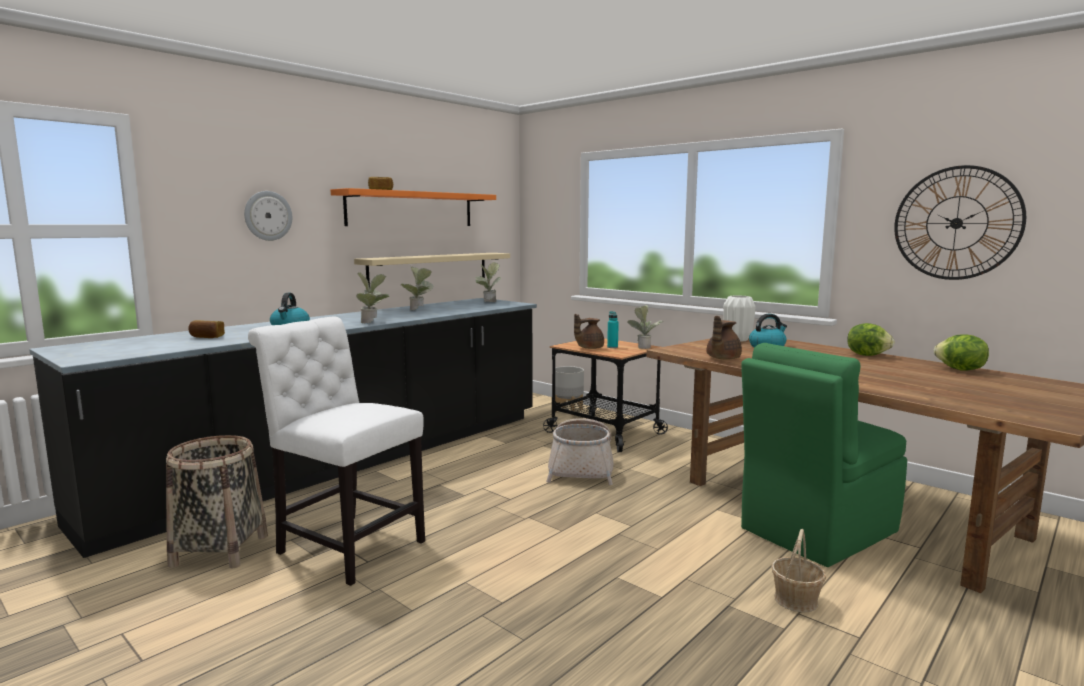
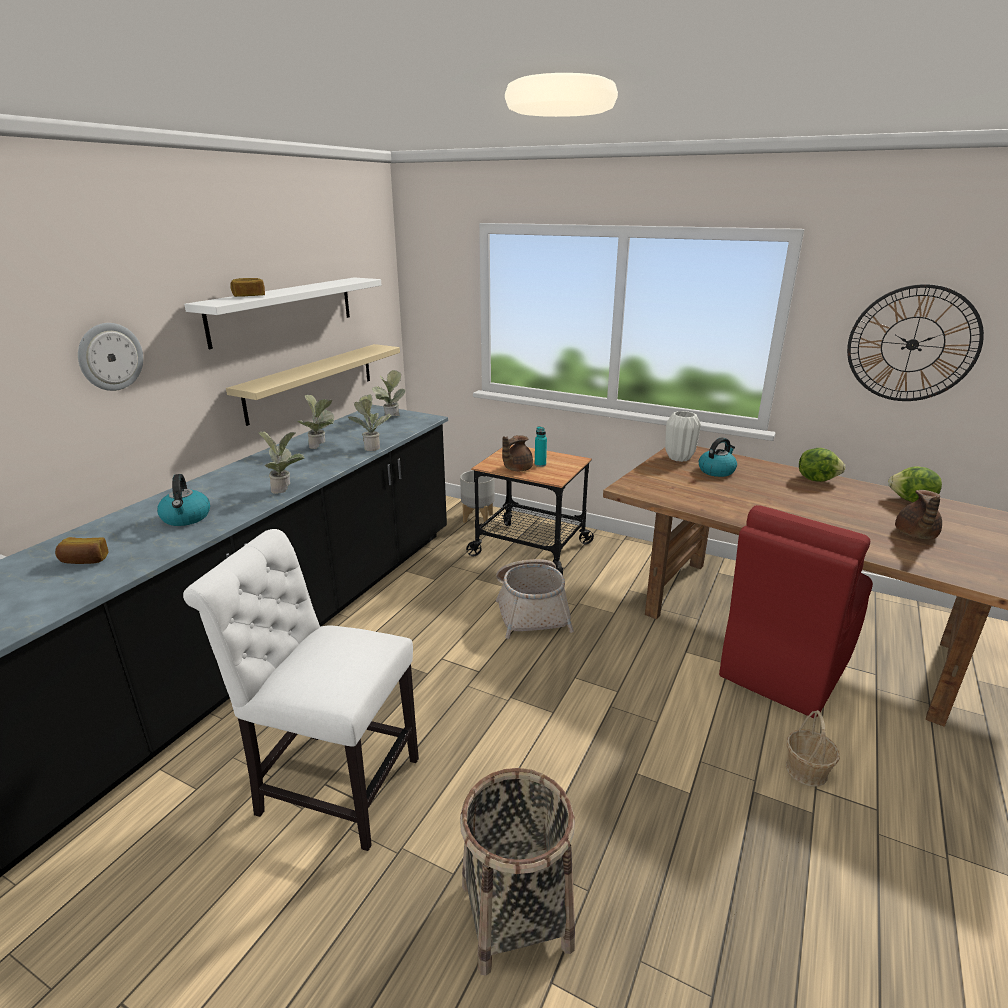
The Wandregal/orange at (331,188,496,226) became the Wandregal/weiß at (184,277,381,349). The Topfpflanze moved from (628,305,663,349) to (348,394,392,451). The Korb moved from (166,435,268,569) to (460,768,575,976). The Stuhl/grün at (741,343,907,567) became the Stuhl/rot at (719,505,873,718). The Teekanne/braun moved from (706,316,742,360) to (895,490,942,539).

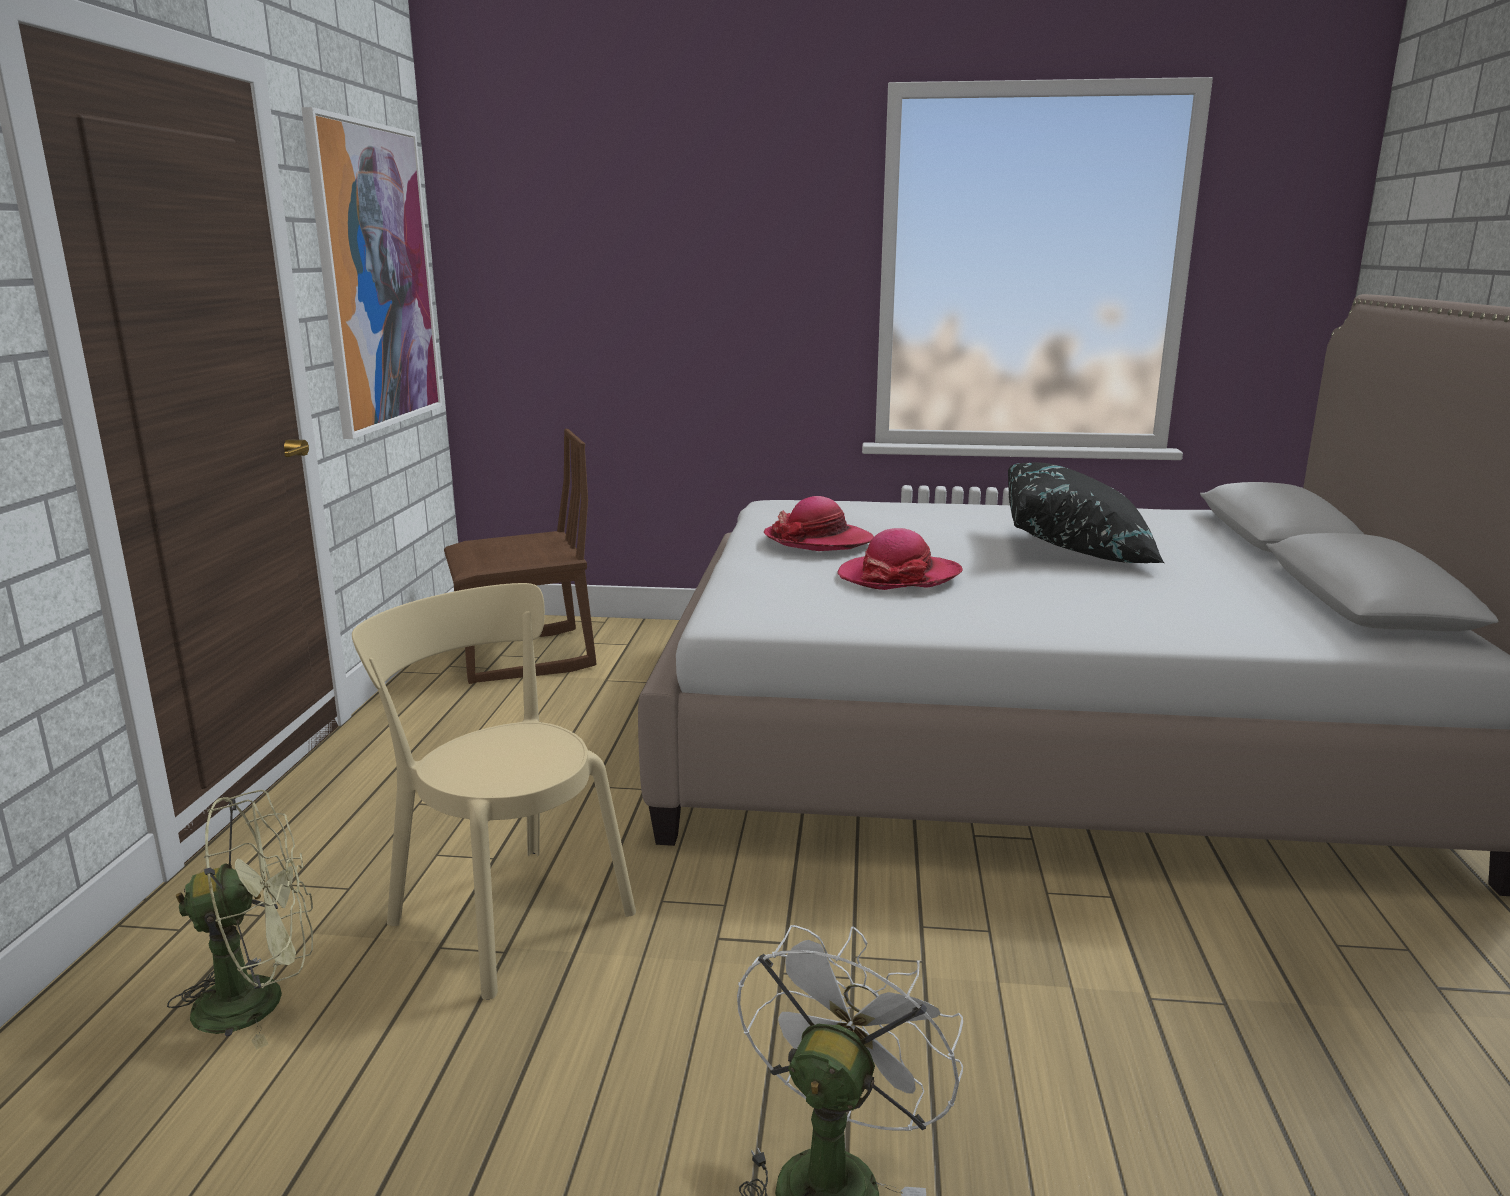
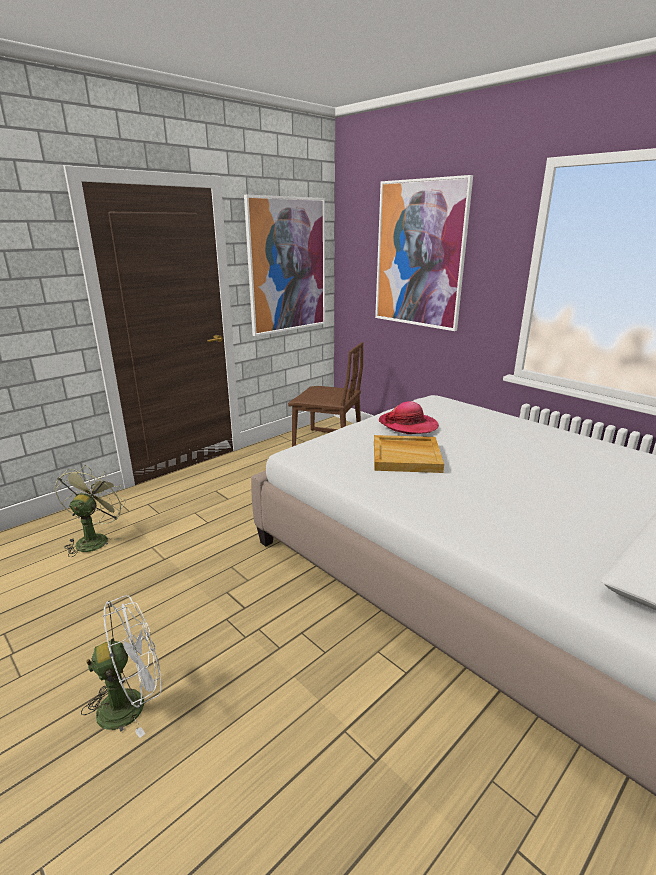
The Ventilator/grün at (167,790,313,1050) turned 105 degrees counterclockwise. The Hut at (837,528,963,590) was replaced by the Tablett/beige at (374,435,444,473). The Bild at (375,175,473,331) appeared. The Stuhl/beige at (352,583,636,1000) disappeared. The Kissen/schwarz at (1008,462,1164,563) disappeared.

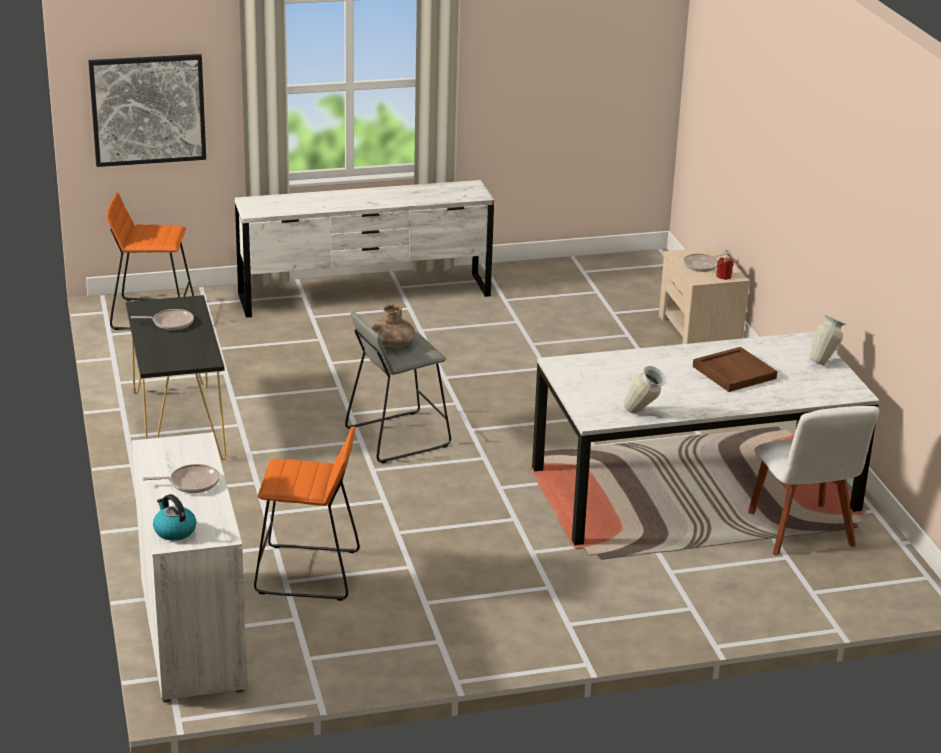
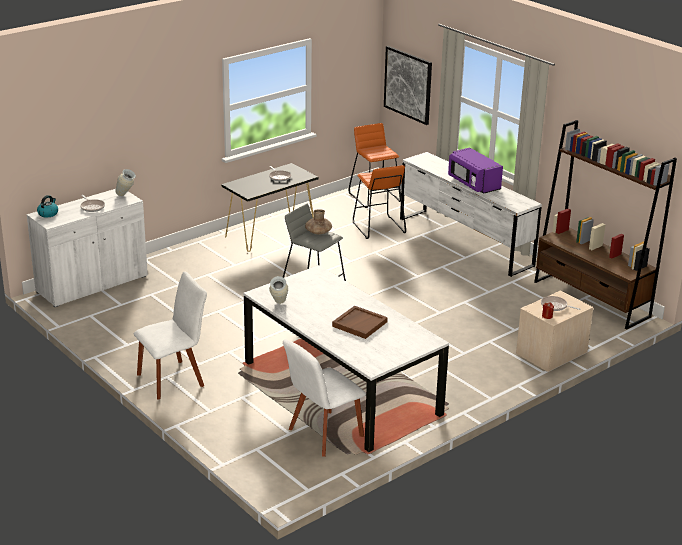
The Vase moved from (810,315,847,365) to (115,169,136,196). The Stuhl/weiß at (133,272,207,400) appeared. The Hocker/orange moved from (254,426,360,601) to (353,165,406,239). The Mikrowelle/lila at (448,148,503,193) appeared. The Bücherregal/braun at (534,120,677,330) appeared.

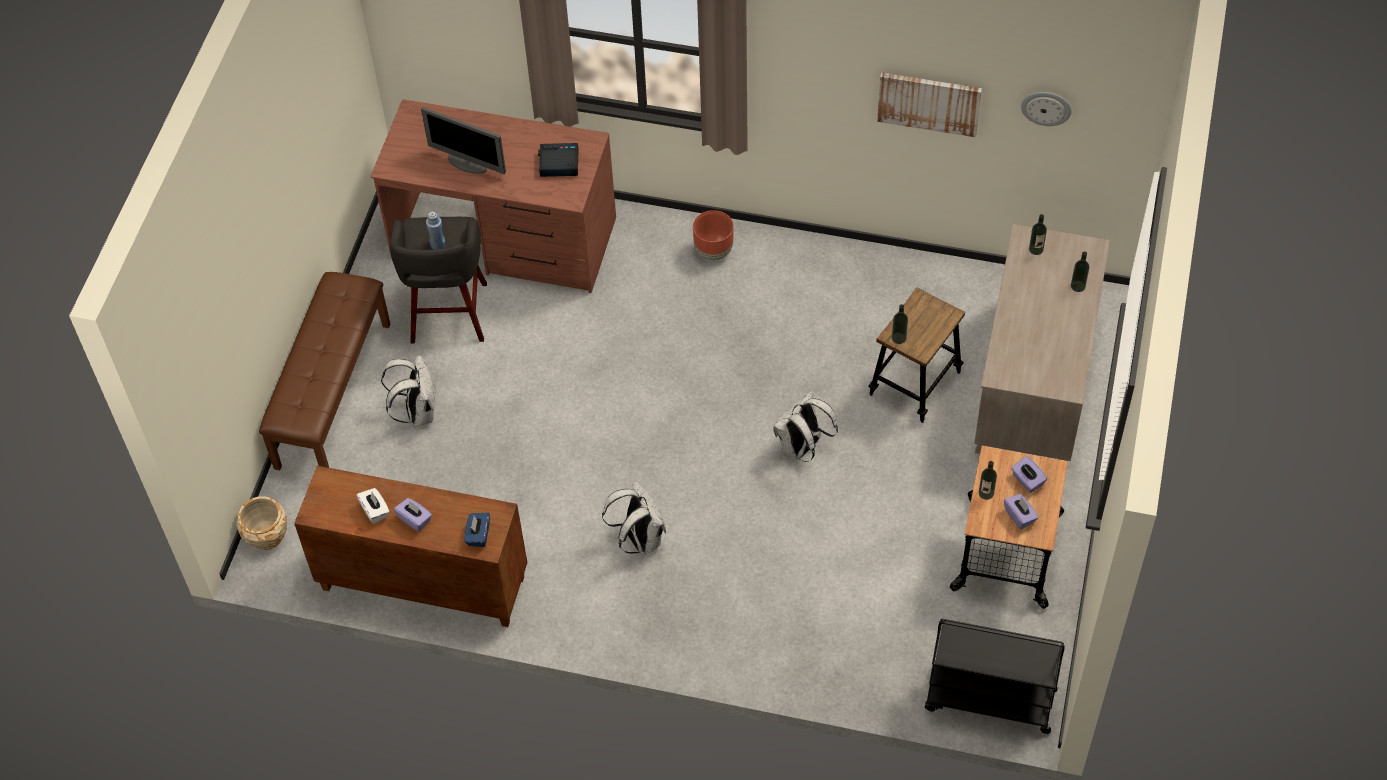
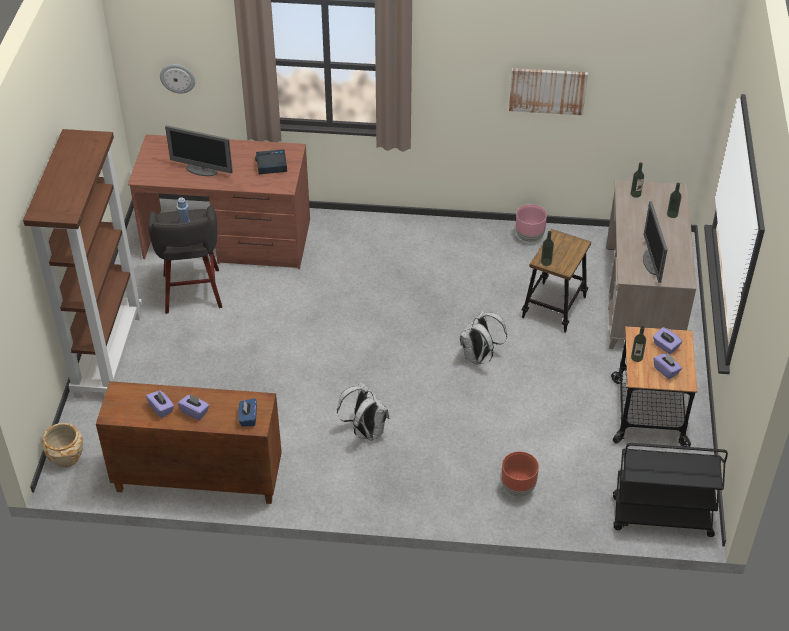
The Bank/braun at (259,272,390,470) was replaced by the Bücherregal/braun at (23,129,142,398). The Taschentuchbox/weiß at (356,488,390,524) became the Taschentuchbox/lila at (146,390,174,418). The Wanduhr moved from (1021,92,1071,126) to (160,64,195,94). The Pflanzkübel/braun moved from (693,210,734,261) to (501,452,539,497). The Pflanzkübel/rosa at (516,204,547,242) appeared. The Monitor at (643,201,668,283) appeared. The Rucksack/weiß at (381,355,436,427) disappeared.

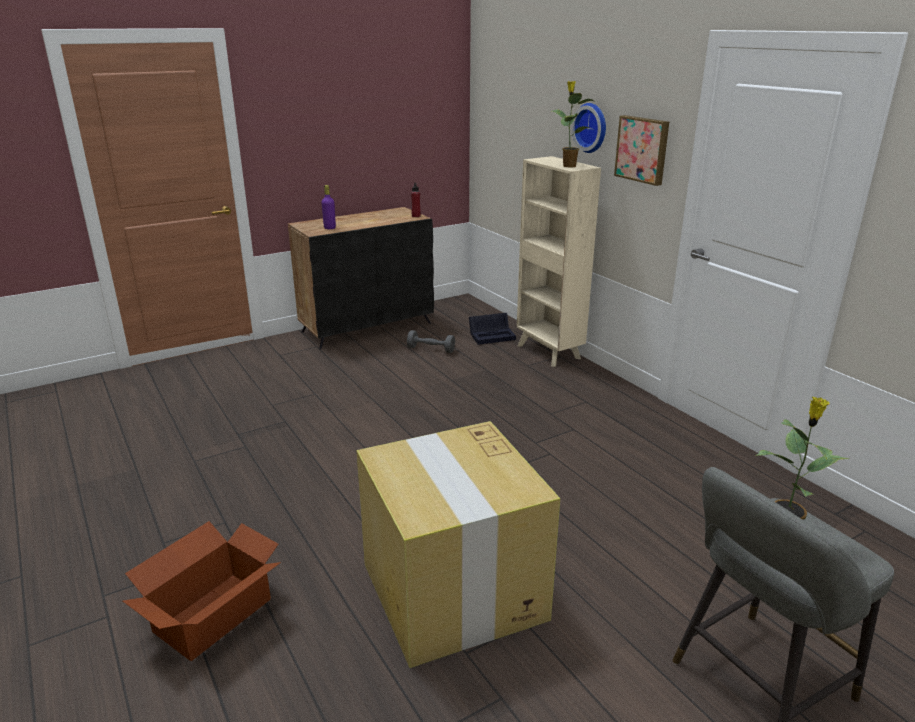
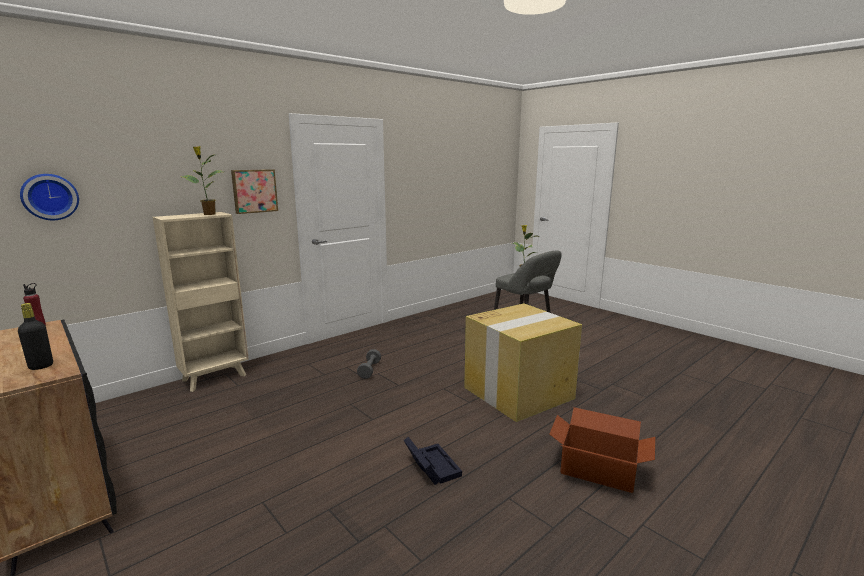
The Flasche/lila at (321,185,336,229) became the Flasche/schwarz at (18,303,53,370). The Wanduhr moved from (572,103,606,153) to (20,174,79,220). The Hantel/grau moved from (407,330,455,353) to (357,349,381,379). The Aufbewahrungsbox/schwarz moved from (469,313,516,345) to (404,437,462,485).

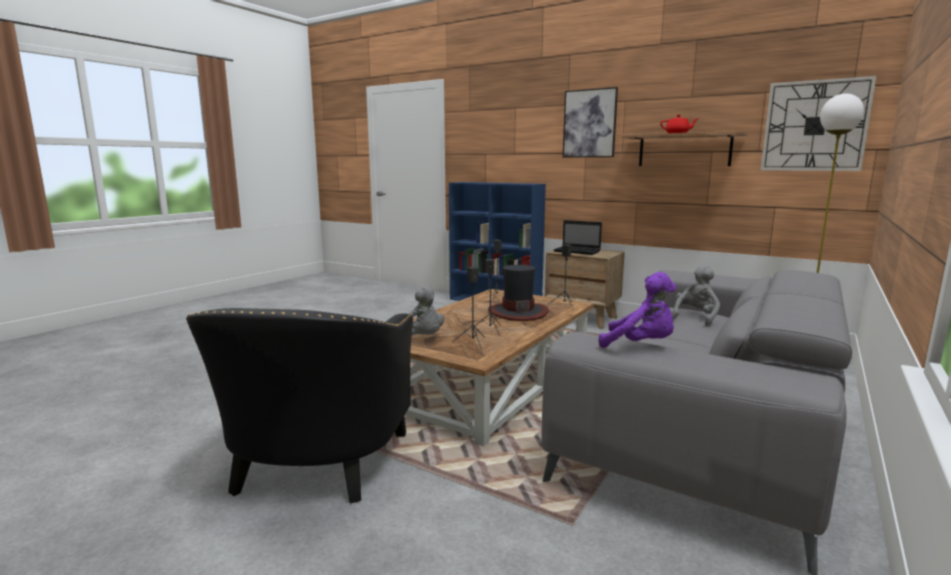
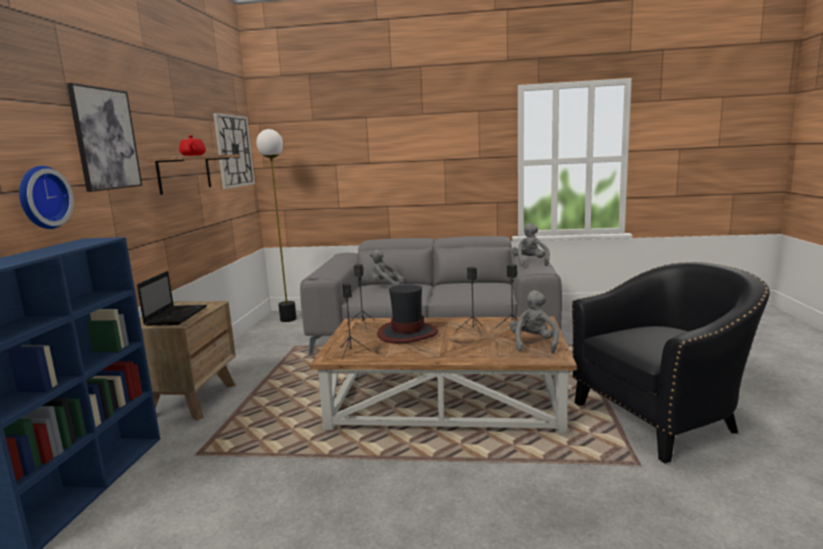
The Wanduhr at (19,166,74,229) appeared. The Plüschtier/lila at (599,272,677,348) became the Plüschtier/grau at (512,223,550,266).

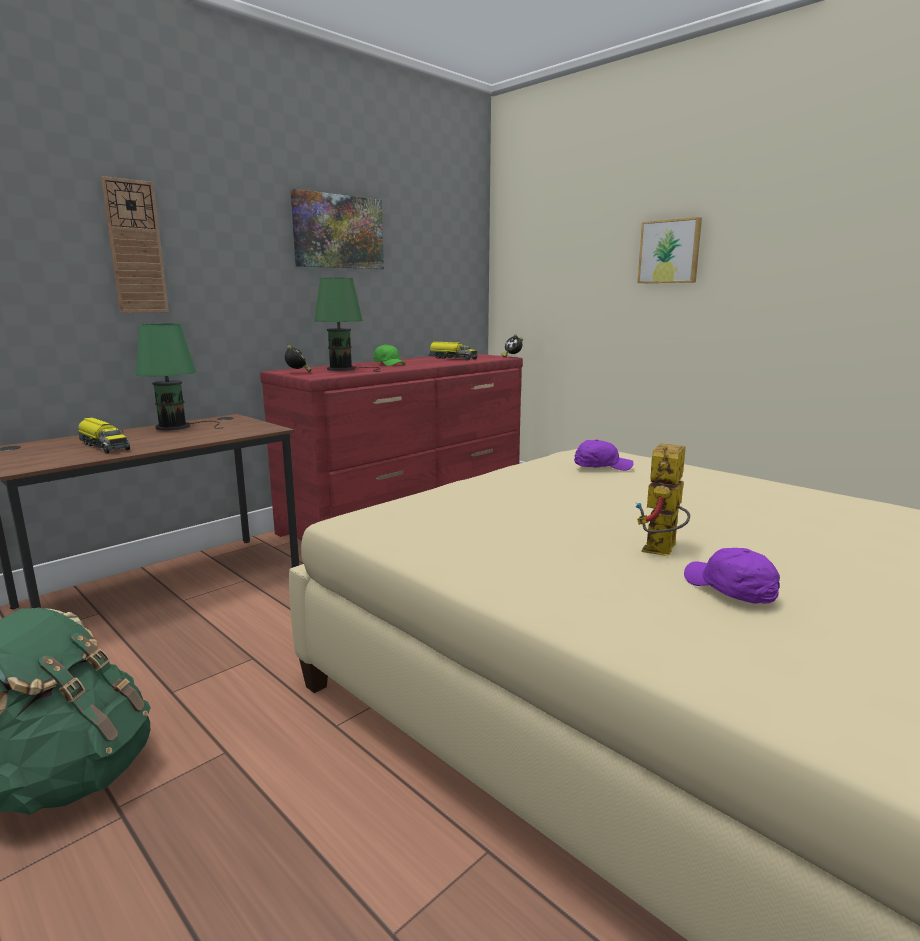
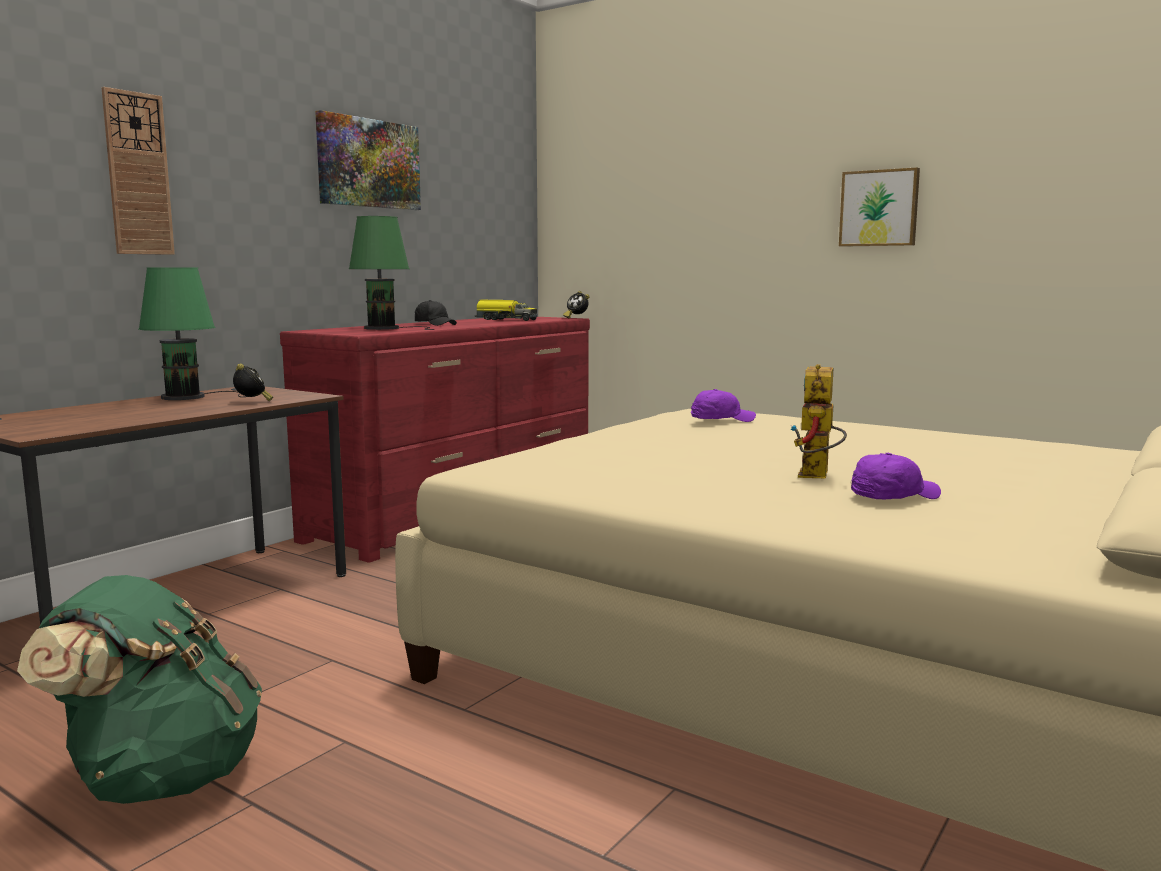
The Wecker moved from (285,345,311,372) to (233,363,273,401). The Kappe/grün at (374,344,405,366) became the Kappe/schwarz at (415,300,457,326). The Bild moved from (638,217,702,283) to (839,167,920,246). The Kappe/lila at (684,548,780,604) turned 105 degrees clockwise. The Spielzeuglaster at (78,417,130,454) disappeared.

